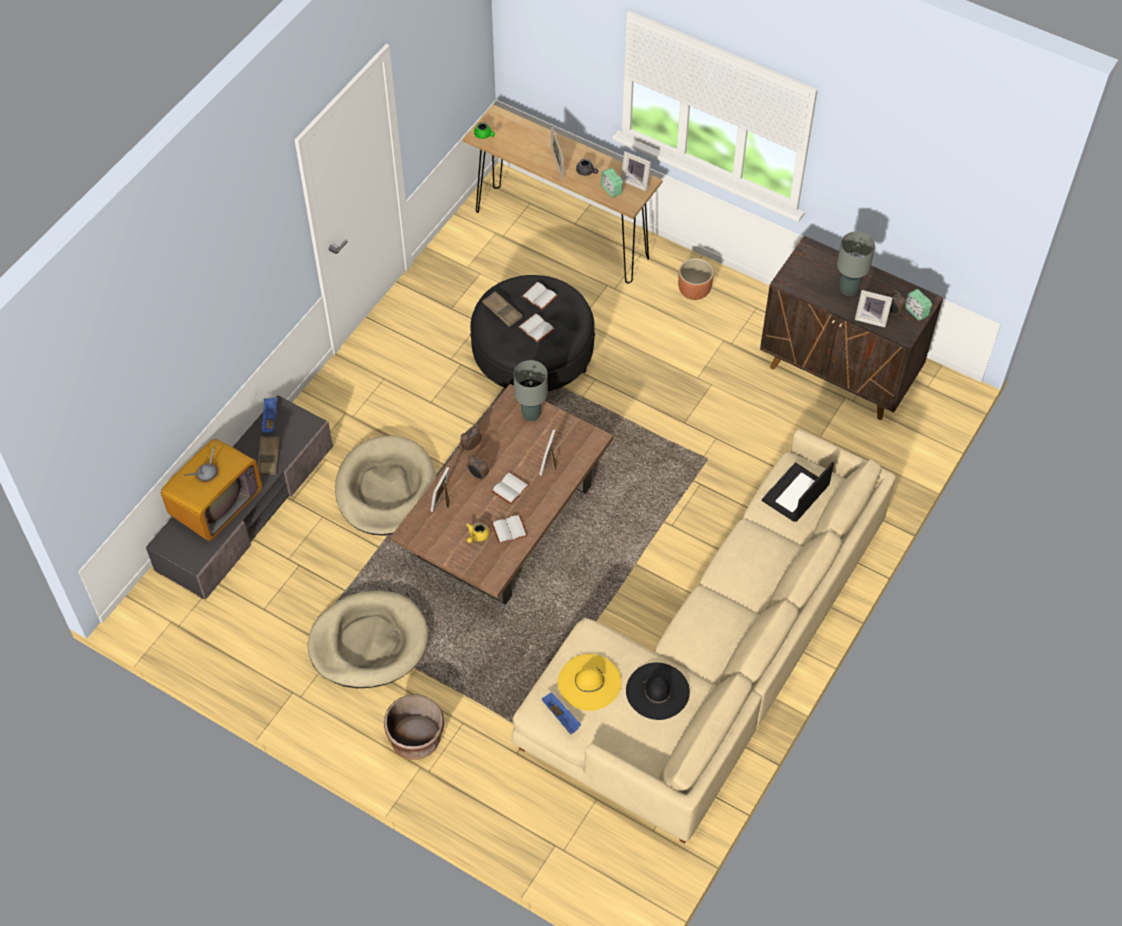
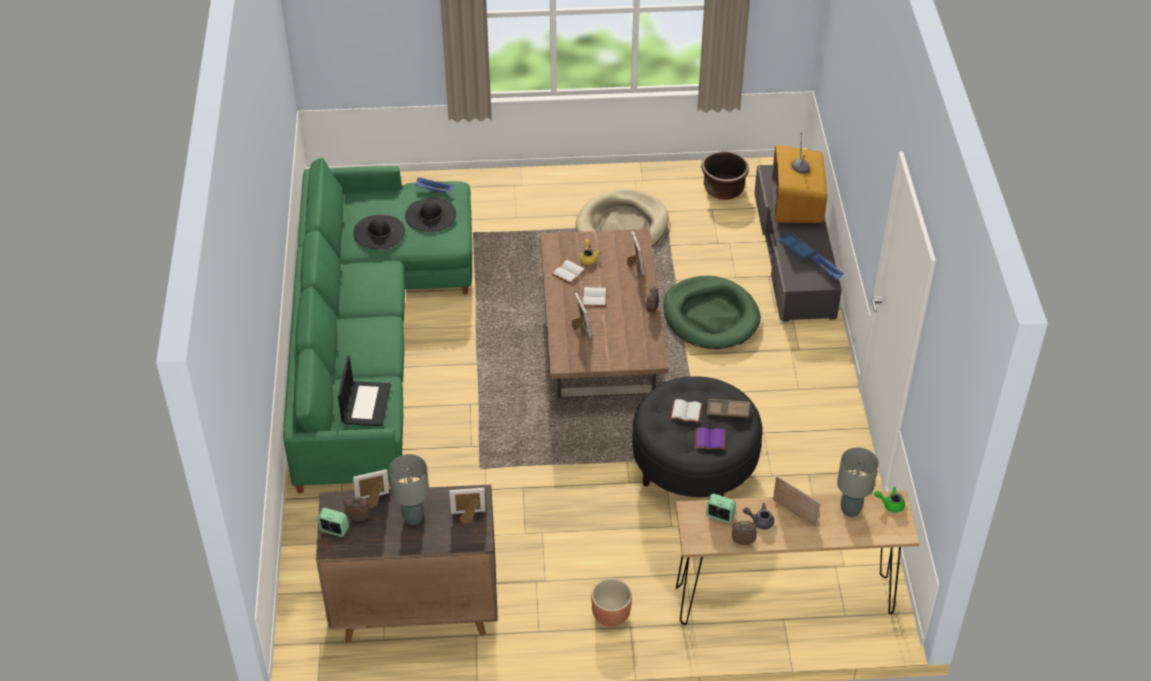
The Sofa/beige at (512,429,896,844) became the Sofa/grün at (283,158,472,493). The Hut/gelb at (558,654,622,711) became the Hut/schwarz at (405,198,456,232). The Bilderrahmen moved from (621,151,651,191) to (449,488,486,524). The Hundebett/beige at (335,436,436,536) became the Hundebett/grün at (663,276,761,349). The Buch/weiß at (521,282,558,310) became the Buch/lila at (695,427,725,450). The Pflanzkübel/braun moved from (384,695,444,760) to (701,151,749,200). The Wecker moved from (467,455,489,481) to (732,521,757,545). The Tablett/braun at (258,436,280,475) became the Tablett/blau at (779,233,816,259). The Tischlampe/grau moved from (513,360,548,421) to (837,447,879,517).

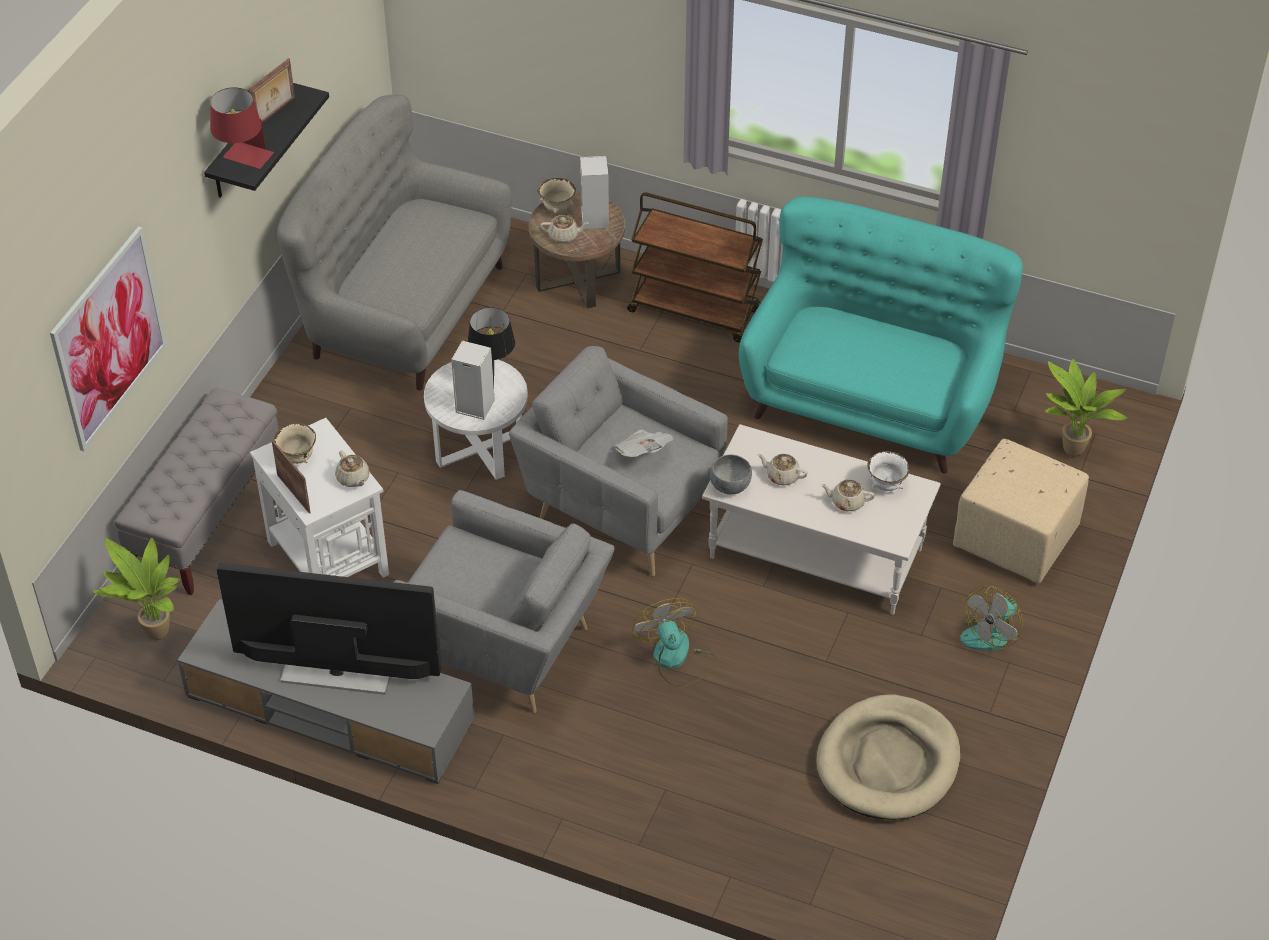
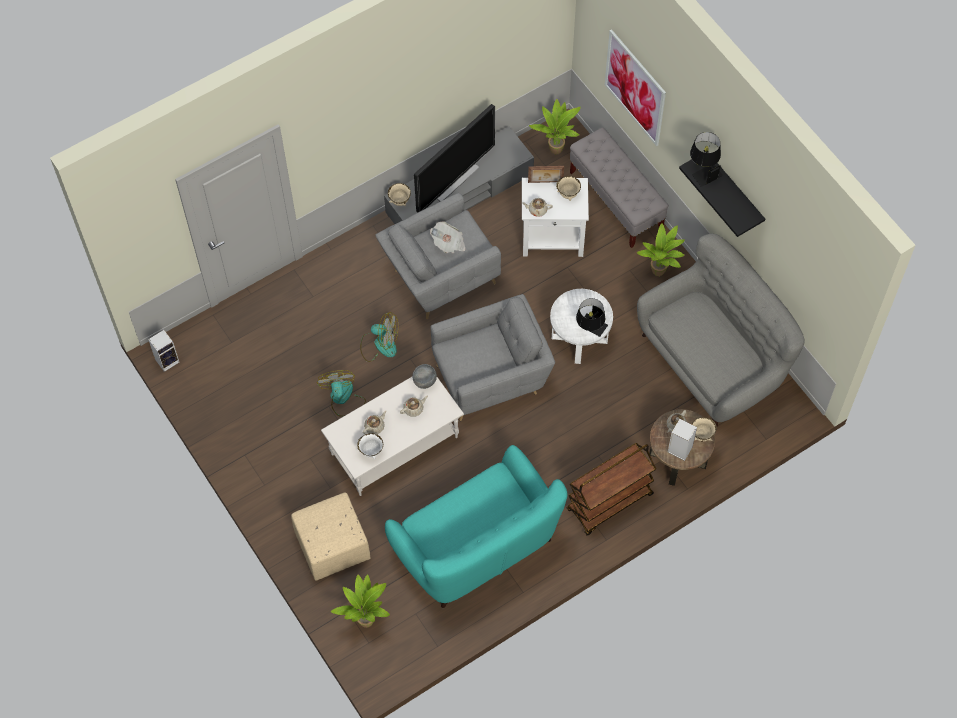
The Lautsprecher moved from (451,340,495,420) to (148,330,179,372). The Ventilator moved from (960,586,1023,651) to (317,370,366,417). The Schüssel/beige at (388,183,411,206) appeared. The Zeitung moved from (614,430,674,457) to (430,222,466,253). The Topfpflanze at (637,223,685,276) appeared. The Tischlampe/rot at (210,87,274,169) became the Tischlampe/schwarz at (690,132,723,187). The Bilderrahmen at (247,58,295,123) disappeared. The Hundebett/beige at (816,695,960,820) disappeared.

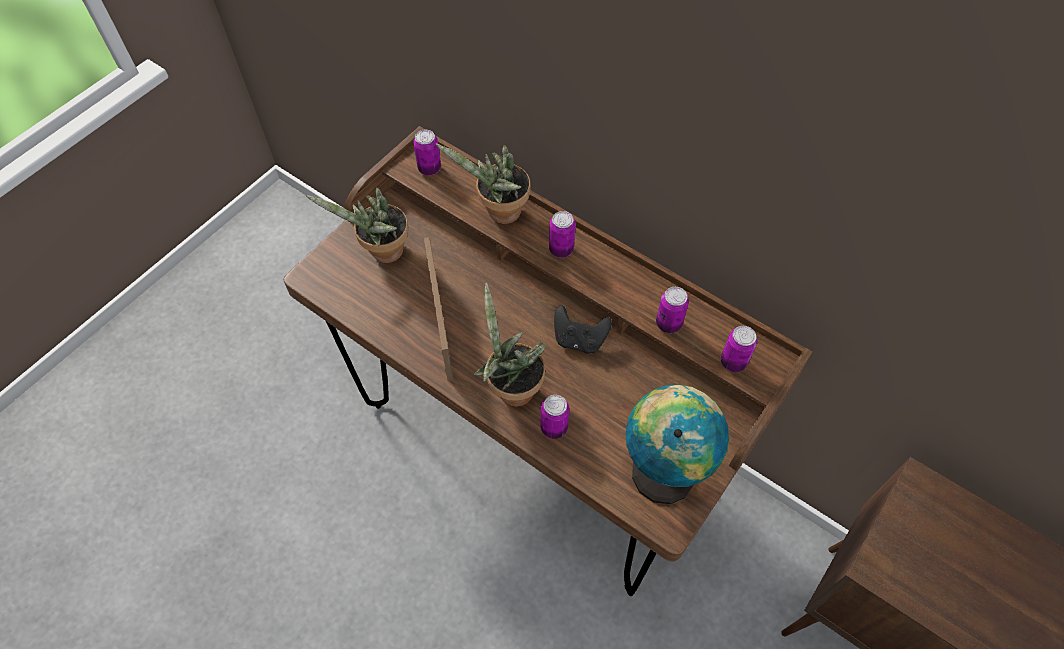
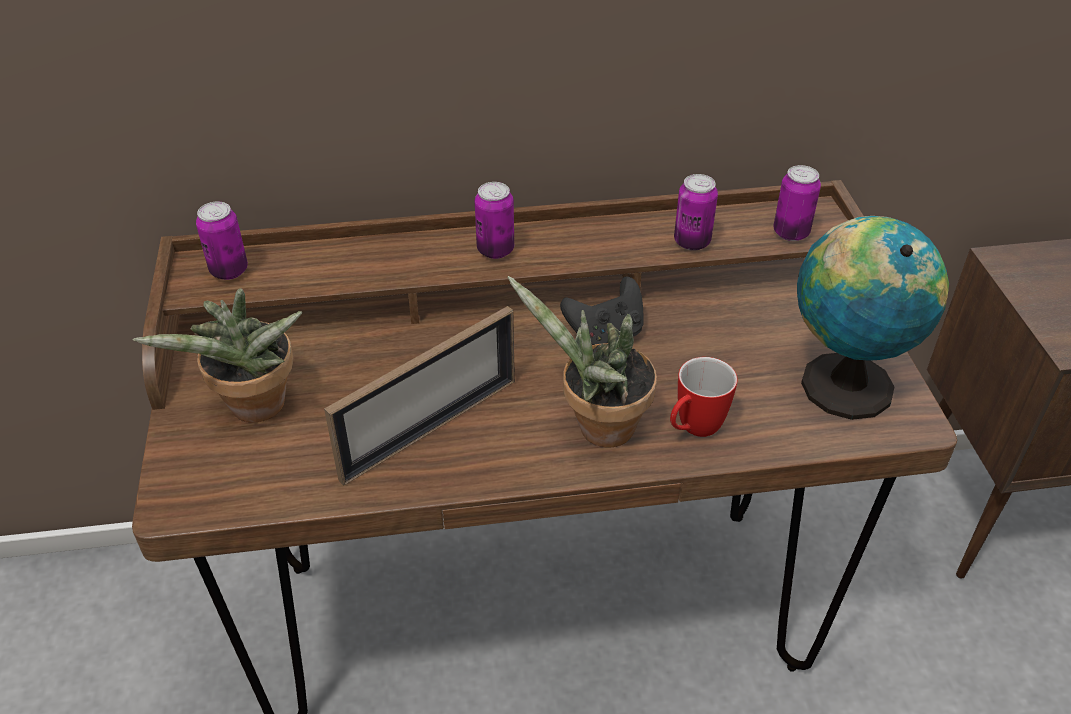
The Bilderrahmen at (424,237,453,381) turned 105 degrees clockwise. The Dose at (541,395,569,439) was replaced by the Henkelbecher at (670,357,738,437). The Topfpflanze at (435,143,531,224) disappeared.

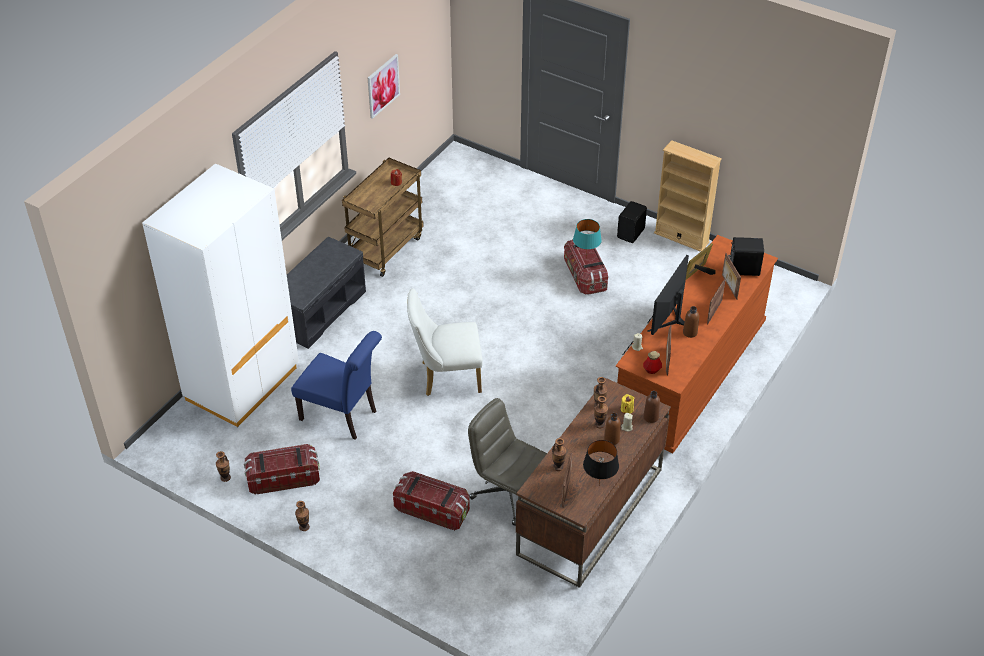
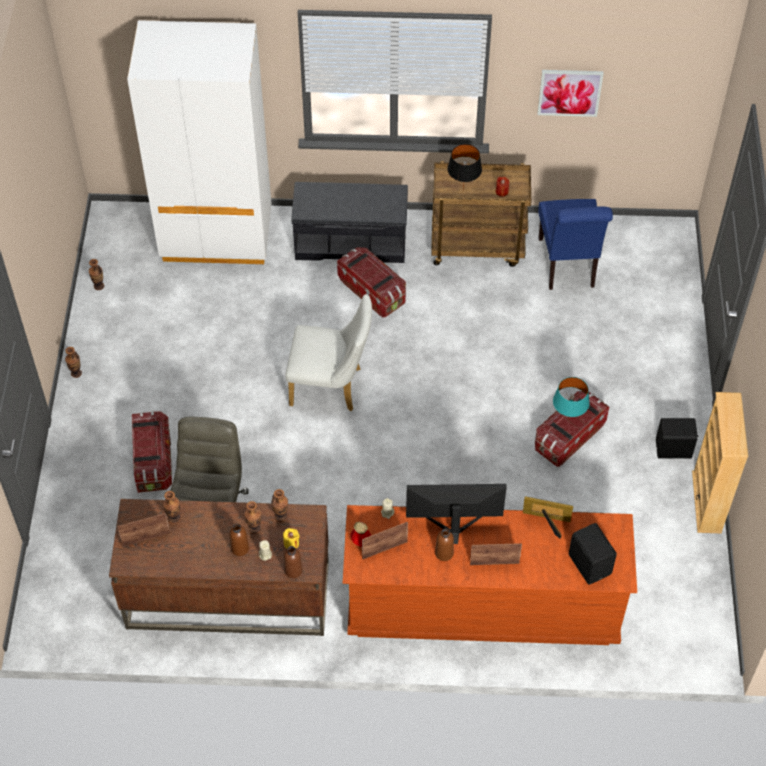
The Stuhl/weiß at (407,288,483,396) turned 135 degrees clockwise. The Aufbewahrungsbox moved from (244,444,320,495) to (337,247,406,318). The Tischlampe/schwarz moved from (583,440,619,486) to (447,144,482,190). The Stuhl/blau moved from (291,331,382,440) to (538,199,613,290). The Bilderrahmen at (722,253,741,300) disappeared.

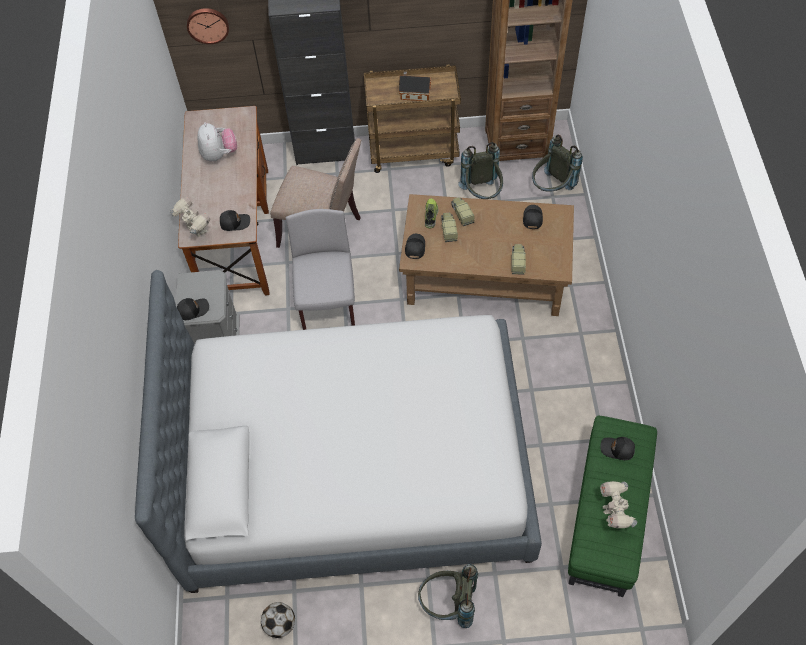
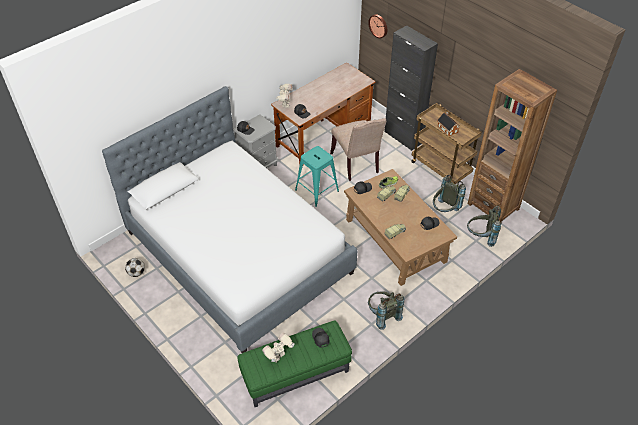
The Stuhl/grau at (286,209,355,330) was replaced by the Hocker/türkis at (295,146,339,207). The Rucksack/grau moved from (418,564,478,628) to (368,292,404,330). The Plüschtier at (197,122,237,162) disappeared.

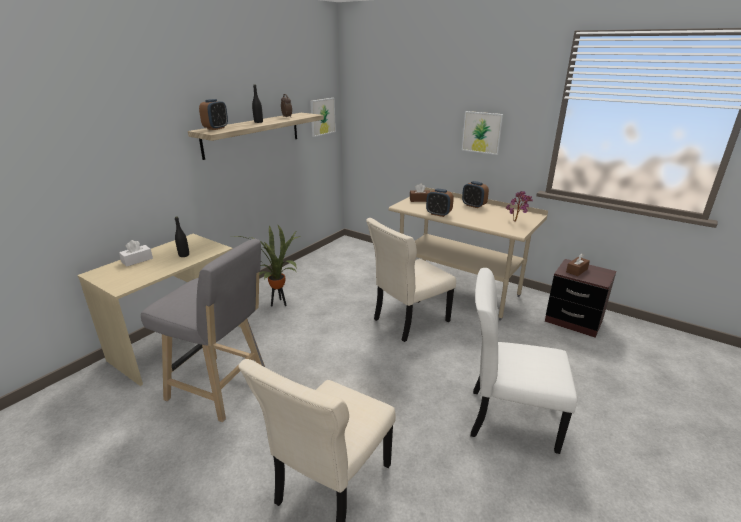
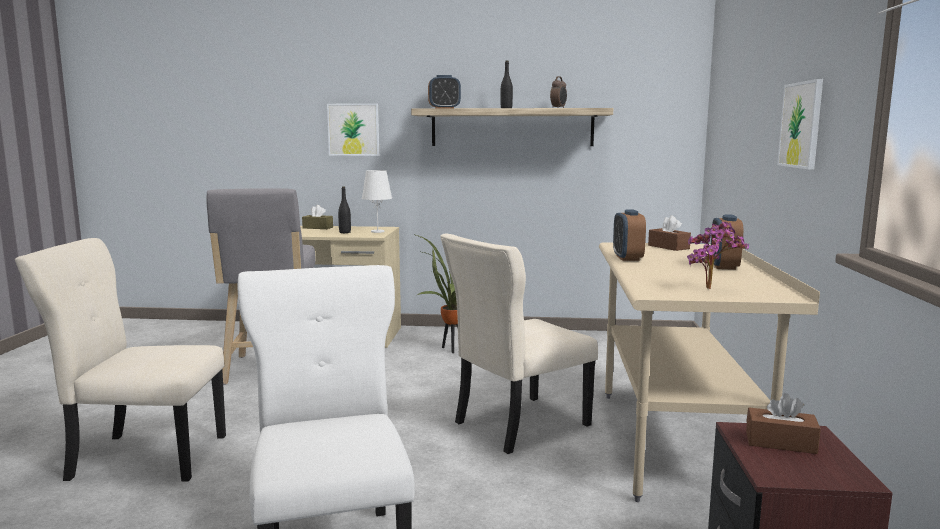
The Taschentuchbox/weiß at (119,240,153,267) became the Taschentuchbox/braun at (302,205,333,229). The Bild moved from (310,98,336,137) to (327,103,379,156). The Tischlampe/weiß at (362,170,392,233) appeared. The Stuhl/beige at (366,218,456,342) turned 60 degrees counterclockwise.

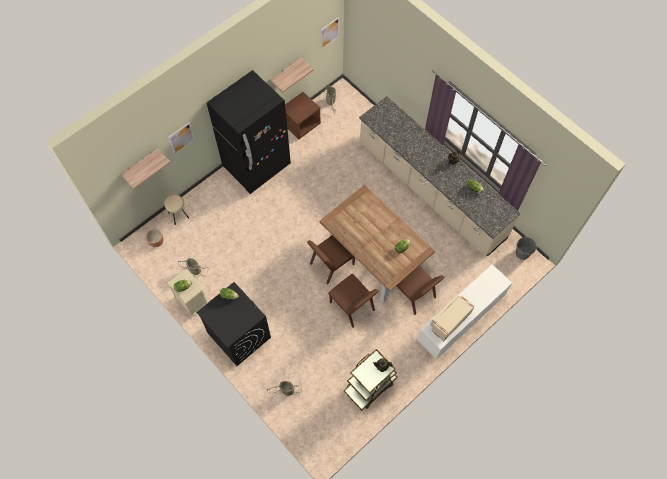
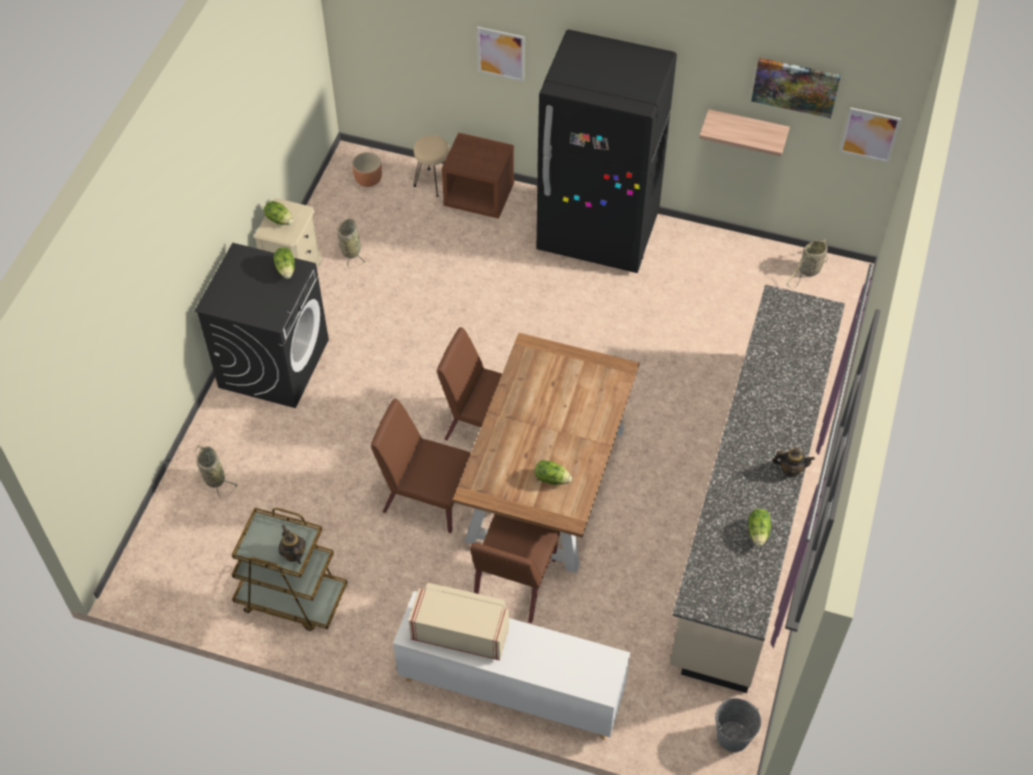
The Stuhl/braun at (328,274,379,328) turned 90 degrees clockwise. The Nachttisch/braun moved from (285,92,321,139) to (442,133,514,219). The Bild at (751,58,841,118) appeared. The Wandregal at (121,148,171,189) disappeared.

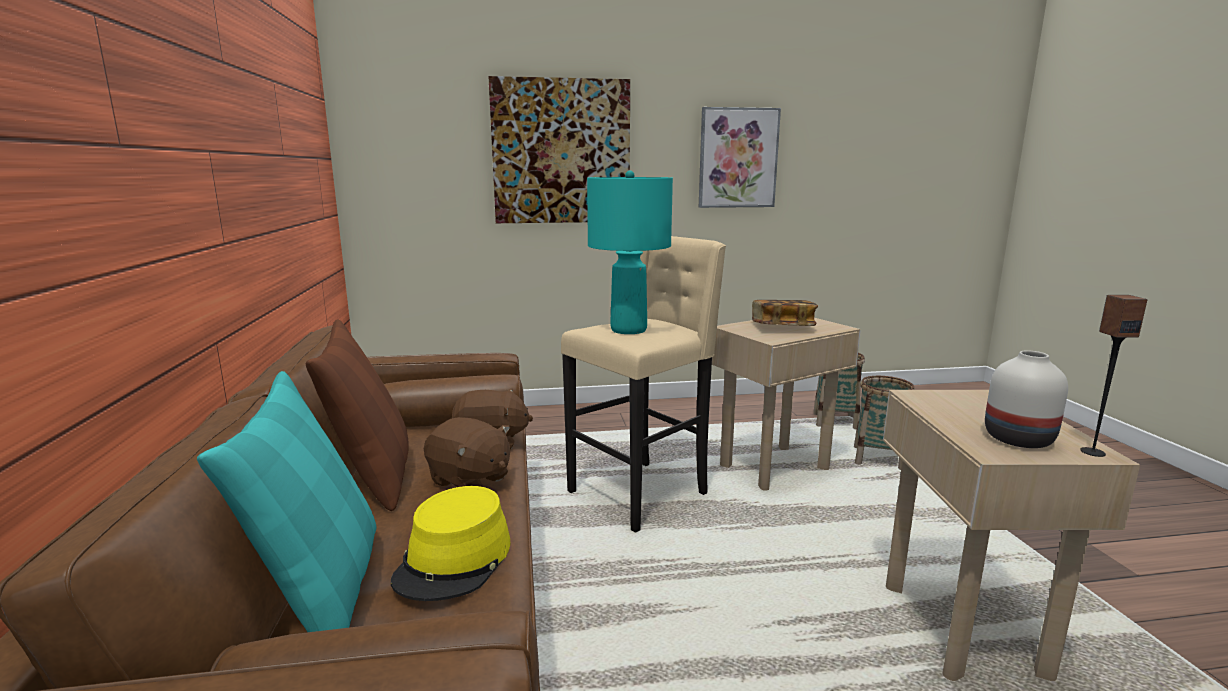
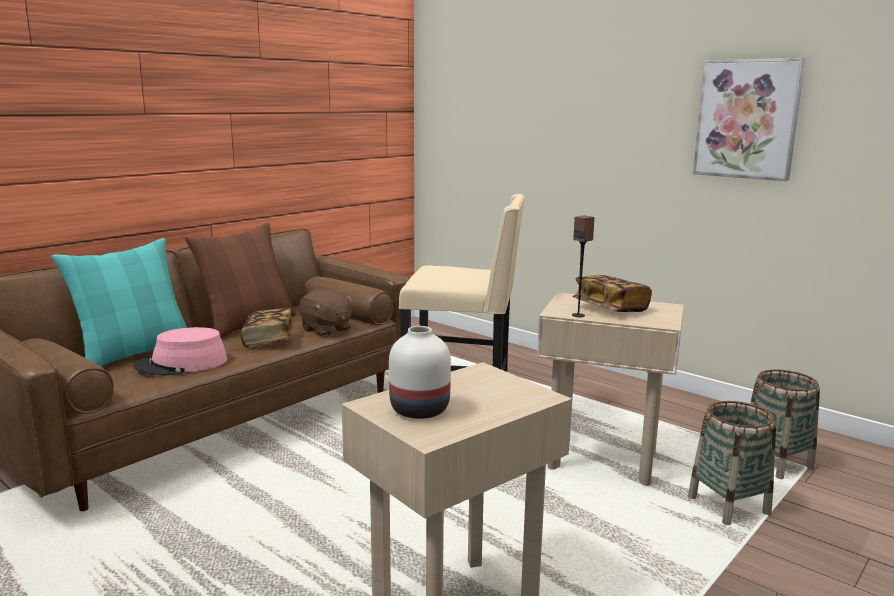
The Hut/gelb at (391,486,510,601) became the Hut/rosa at (133,327,227,376). The Plüschtier/braun at (424,417,510,487) was replaced by the Buch at (241,308,294,348). The Lautsprecher moved from (1080,295,1147,457) to (572,215,595,317). The Bild at (488,76,630,223) disappeared. The Tischlampe/türkis at (587,171,673,334) disappeared.

